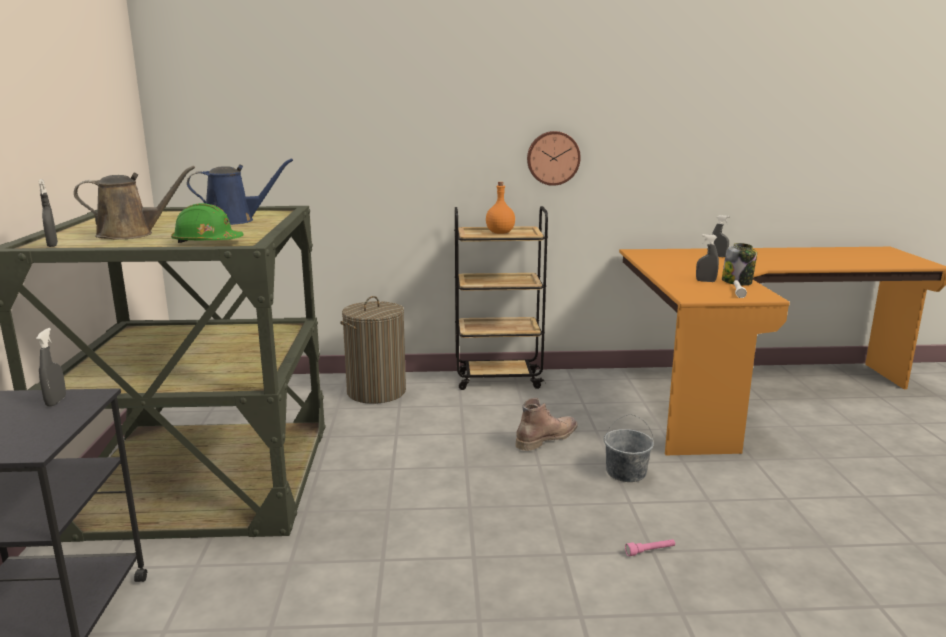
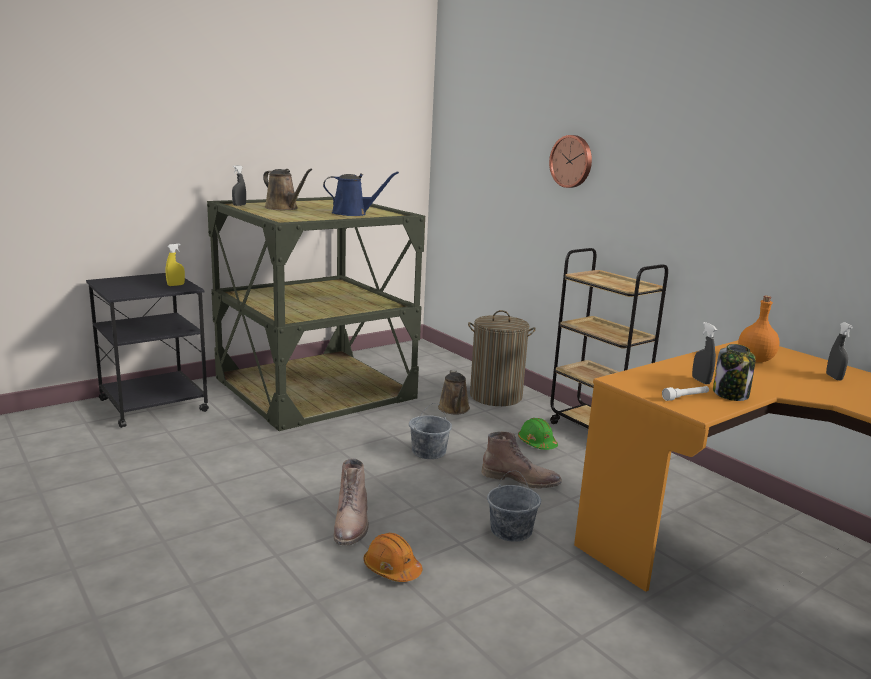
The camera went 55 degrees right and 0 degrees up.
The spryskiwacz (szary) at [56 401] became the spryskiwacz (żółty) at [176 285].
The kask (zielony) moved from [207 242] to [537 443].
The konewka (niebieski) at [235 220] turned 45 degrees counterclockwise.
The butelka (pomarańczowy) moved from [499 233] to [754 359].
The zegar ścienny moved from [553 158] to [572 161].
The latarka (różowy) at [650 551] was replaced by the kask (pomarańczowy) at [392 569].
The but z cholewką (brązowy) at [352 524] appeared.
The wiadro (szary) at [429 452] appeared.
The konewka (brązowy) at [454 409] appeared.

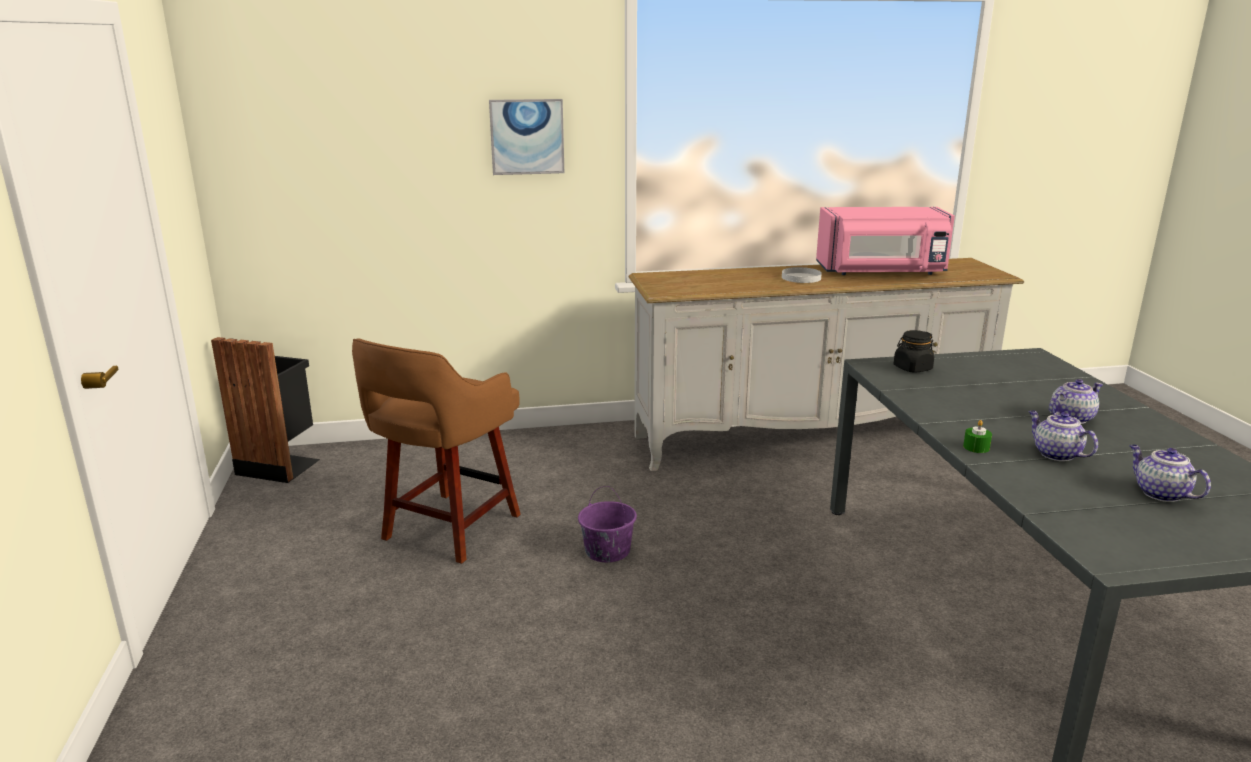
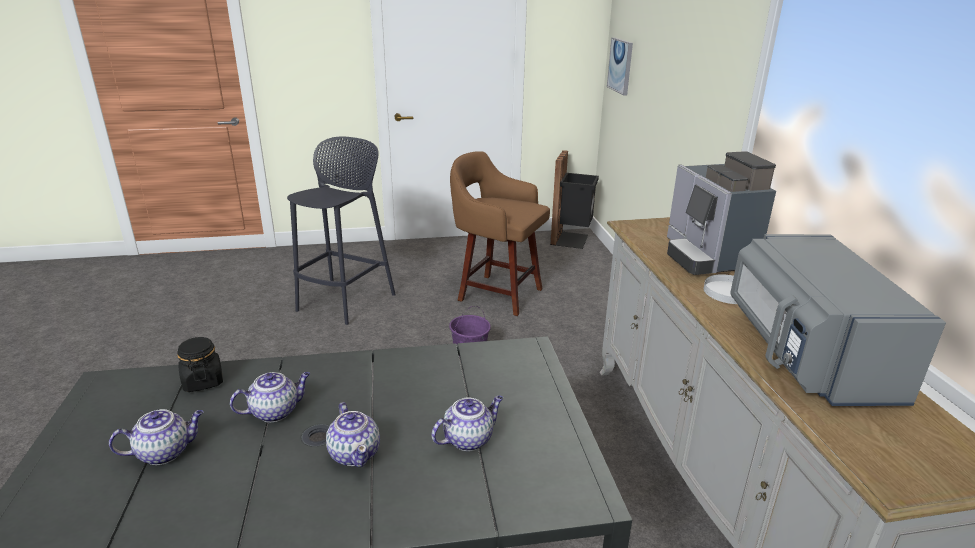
The camera went 90 degrees right and 5 degrees up.
The obraz moved from [527 136] to [620 65].
The mikrofalówka (różowy) at [882 272] became the mikrofalówka (szary) at [804 353].
The słoik (czarny) moved from [912 368] to [203 381].
The świeca (zielony) at [976 447] disappeared.
The stołek (szary) at [344 300] appeared.
The imbryk at [469 439] appeared.
The ekspres do kawy at [706 257] appeared.

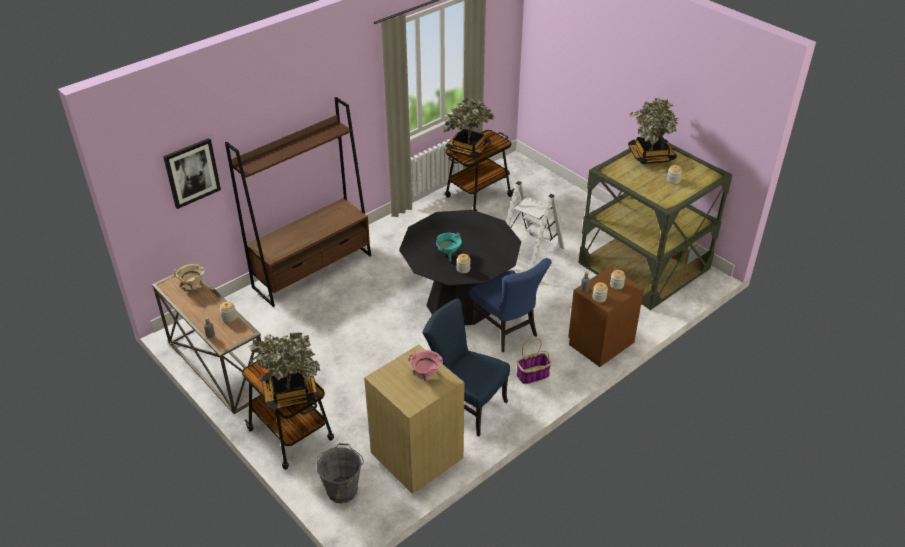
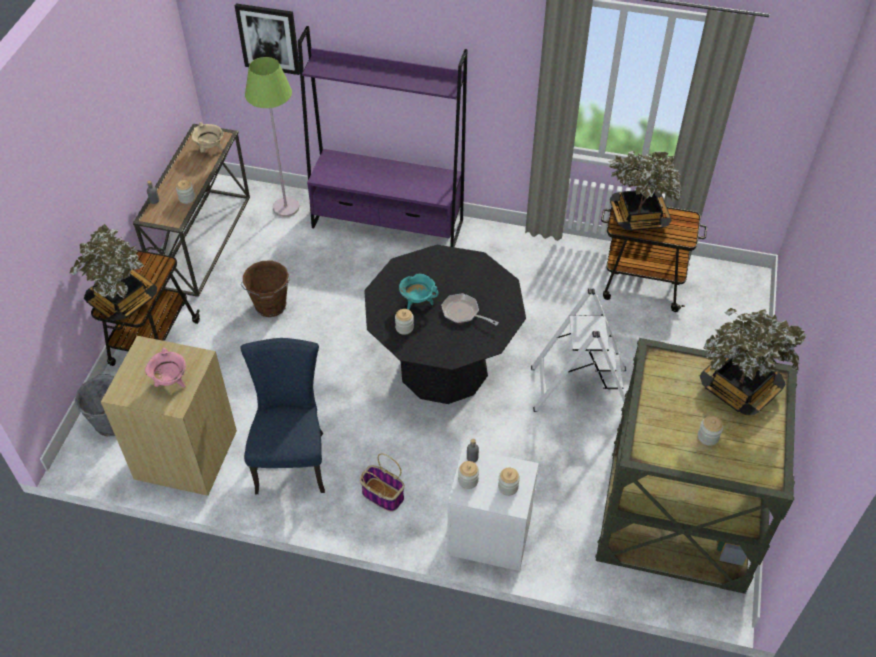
The camera went 55 degrees right and 10 degrees up.
The regał (brązowy) at [313 271] became the regał (fioletowy) at [388 224].
The krzesło (niebieski) at [507 331] disappeared.
The szafka nocna (brązowy) at [600 343] became the szafka nocna (biały) at [489 535].
The wiadro (brązowy) at [270 306] appeared.
The lampa stojąca (zielony) at [286 207] appeared.
The patelnia at [463 313] appeared.

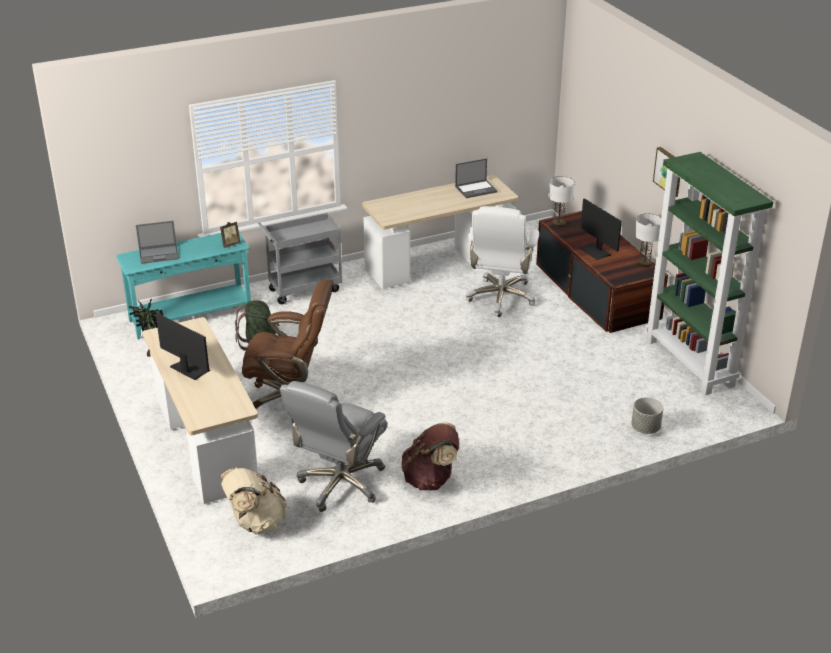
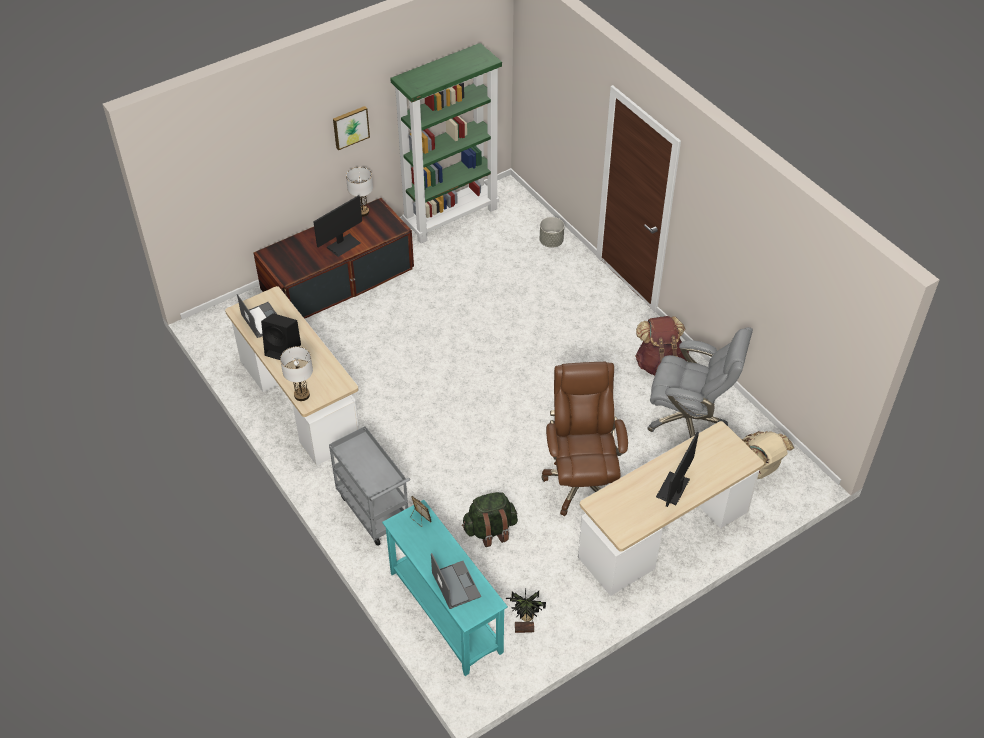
The camera went 100 degrees left and 15 degrees up.
The krzesło biurowe (biały) at [500 299] disappeared.
The lampa stołowa moved from [558 224] to [301 395].
The głośnik (czarny) at [284 350] appeared.

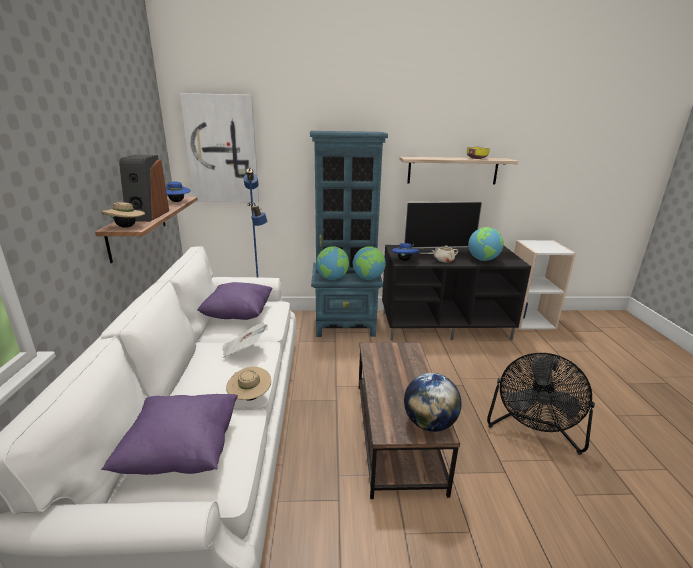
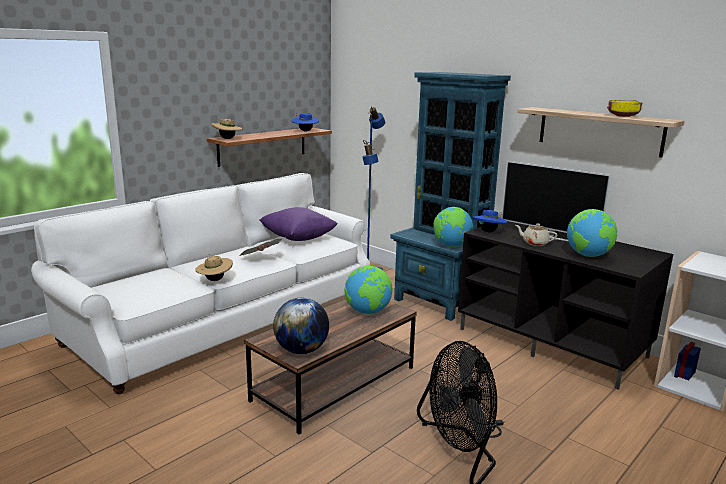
The camera went 45 degrees right and 5 degrees down.
The poduszka (fioletowy) at [182 452] disappeared.
The głośnik at [147 215] disappeared.
The obraz at [222 150] disappeared.
The globus moved from [332 278] to [368 312].

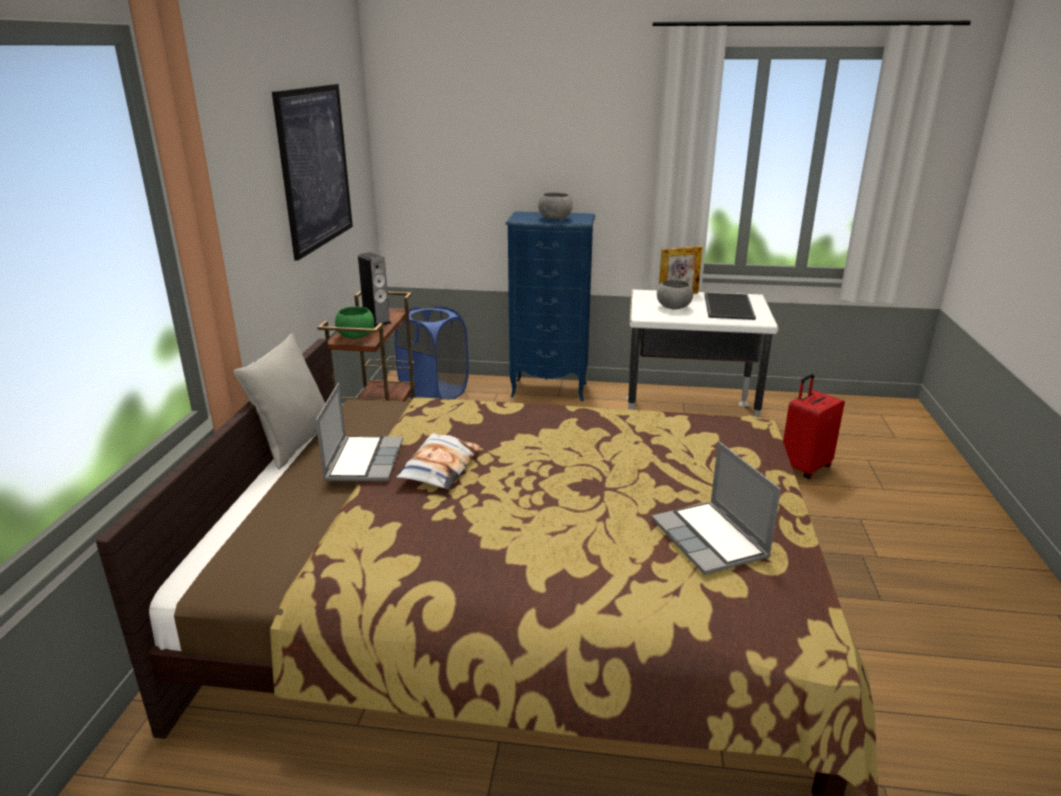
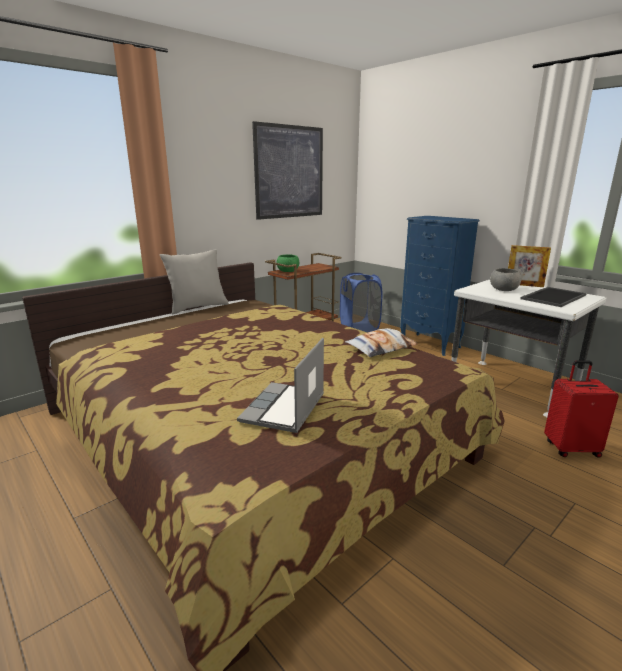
The camera went 40 degrees right and 5 degrees down.
The laptop at [363 460] disappeared.
The głośnik at [377 322] disappeared.
The poduszka moved from [439 467] to [381 348].
The miska (szary) at [555 218] disappeared.

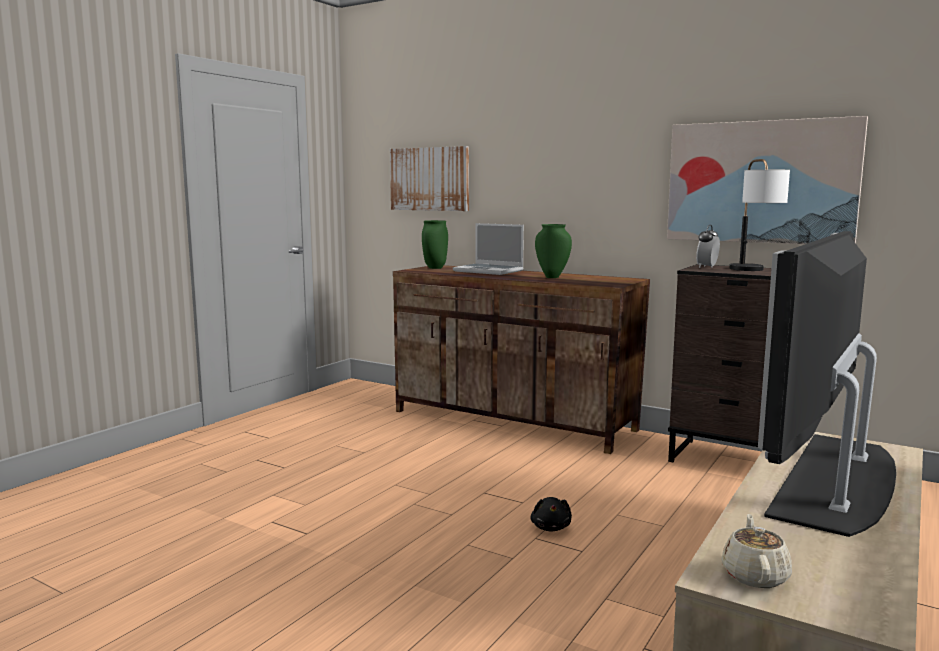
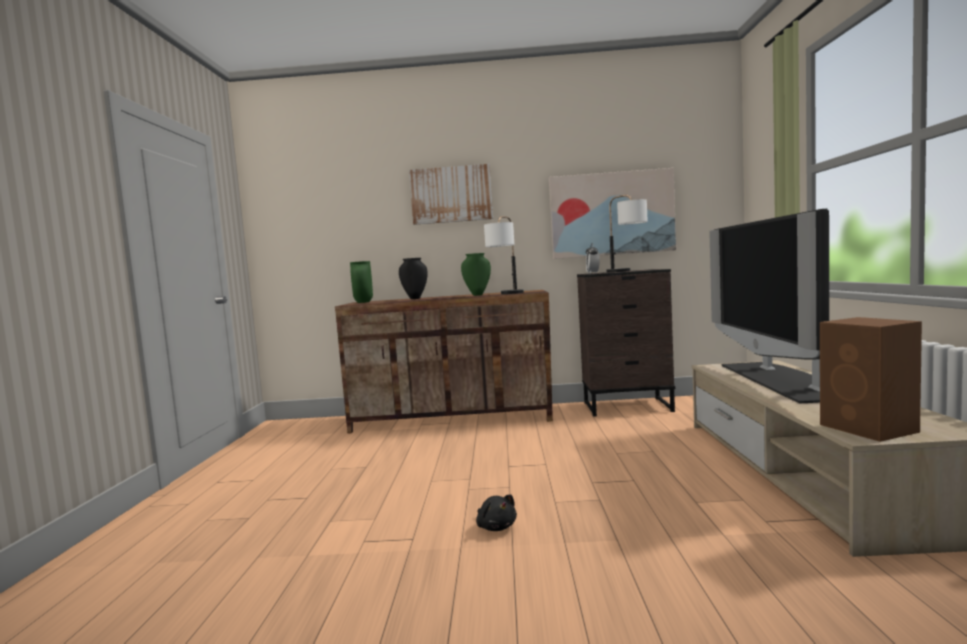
The camera went 30 degrees left and 5 degrees down.
The obraz moved from [430 179] to [451 194].
The laptop at [489 271] was replaced by the wazon (czarny) at [415 298].
The pluszak (czarny) moved from [551 527] to [496 527].
The imbryk (beżowy) at [755 575] was replaced by the głośnik (brązowy) at [870 429].
The lampa stołowa at [506 294] appeared.

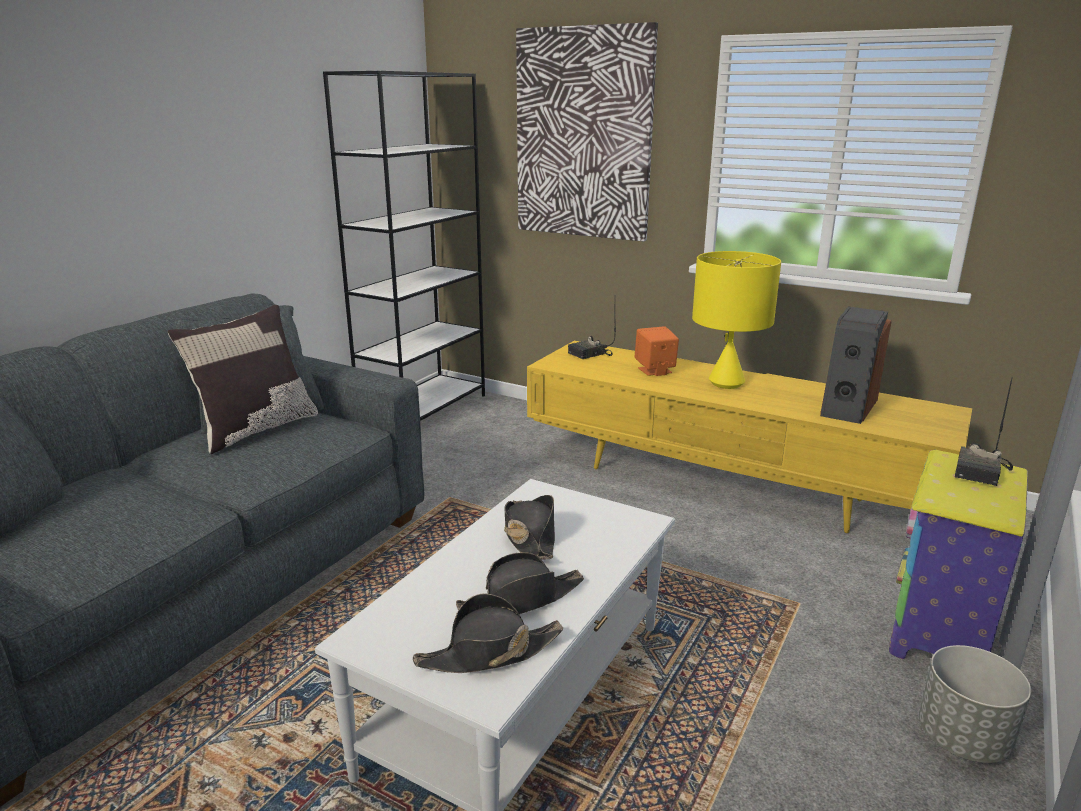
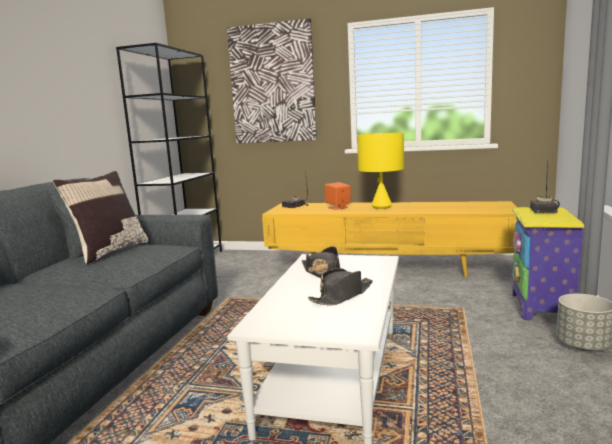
The camera went 15 degrees left and 10 degrees down.
The kapelusz (czarny) at [489 653] disappeared.
The głośnik at [847 407] disappeared.

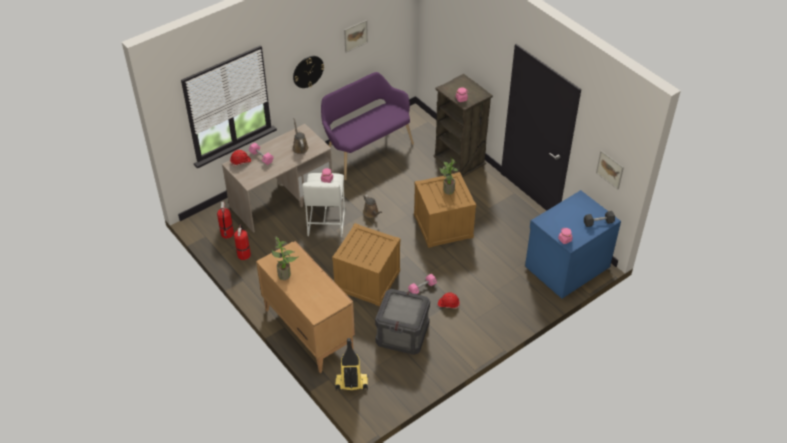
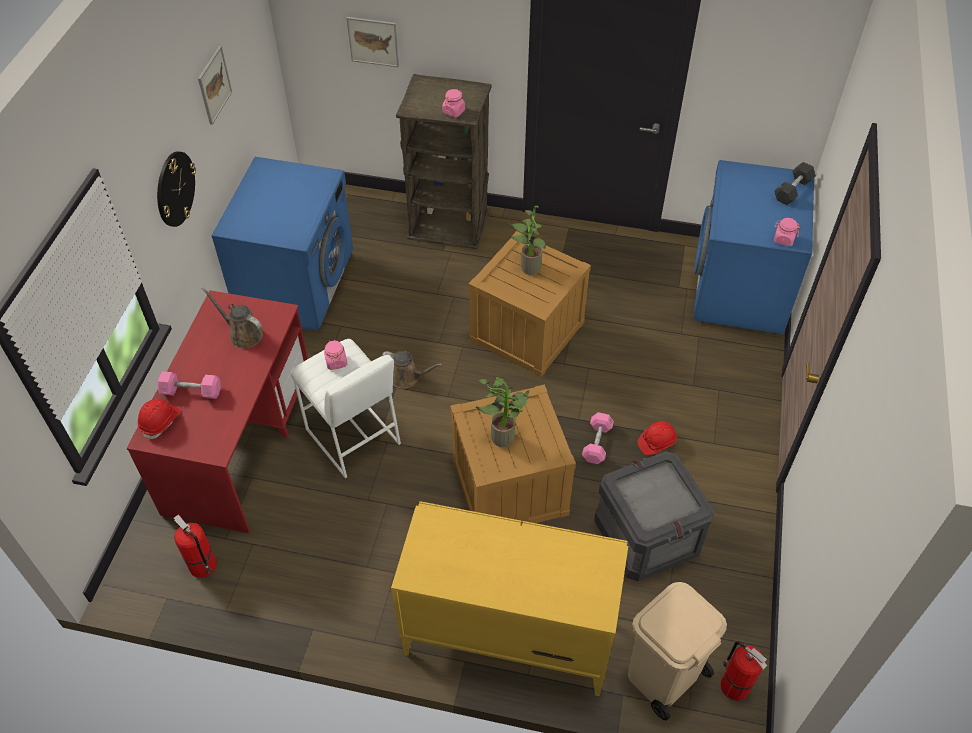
The camera went 40 degrees left and 5 degrees up.
The biurko (beżowy) at [282 198] became the biurko (czerwony) at [240 443].
The gaśnica moved from [244 254] to [734 685].
The szafka (brązowy) at [308 330] became the szafka (żółty) at [508 636].
The roślina doniczkowa moved from [286 275] to [504 435].
The ławka (fioletowy) at [366 149] was replaced by the pralka (niebieski) at [299 285].
The odkurzacz at [351 384] was replaced by the kosz na śmieci (beżowy) at [663 676].
The obraz moved from [610 169] to [373 41].

